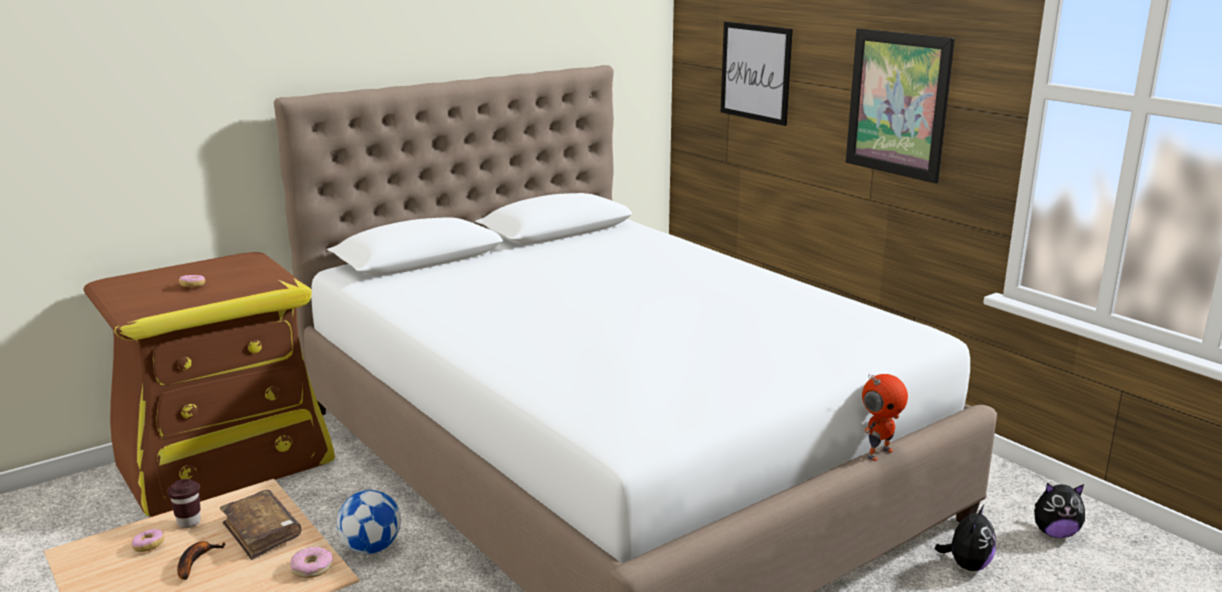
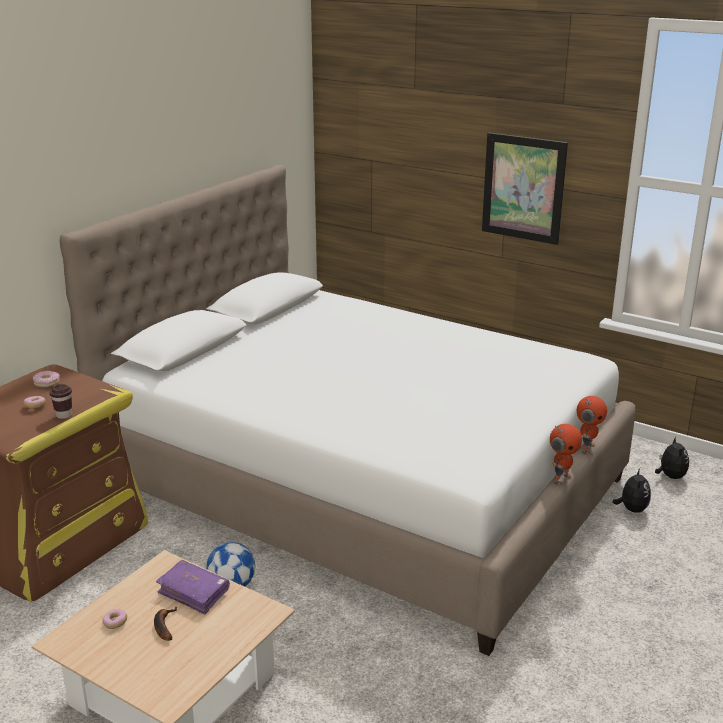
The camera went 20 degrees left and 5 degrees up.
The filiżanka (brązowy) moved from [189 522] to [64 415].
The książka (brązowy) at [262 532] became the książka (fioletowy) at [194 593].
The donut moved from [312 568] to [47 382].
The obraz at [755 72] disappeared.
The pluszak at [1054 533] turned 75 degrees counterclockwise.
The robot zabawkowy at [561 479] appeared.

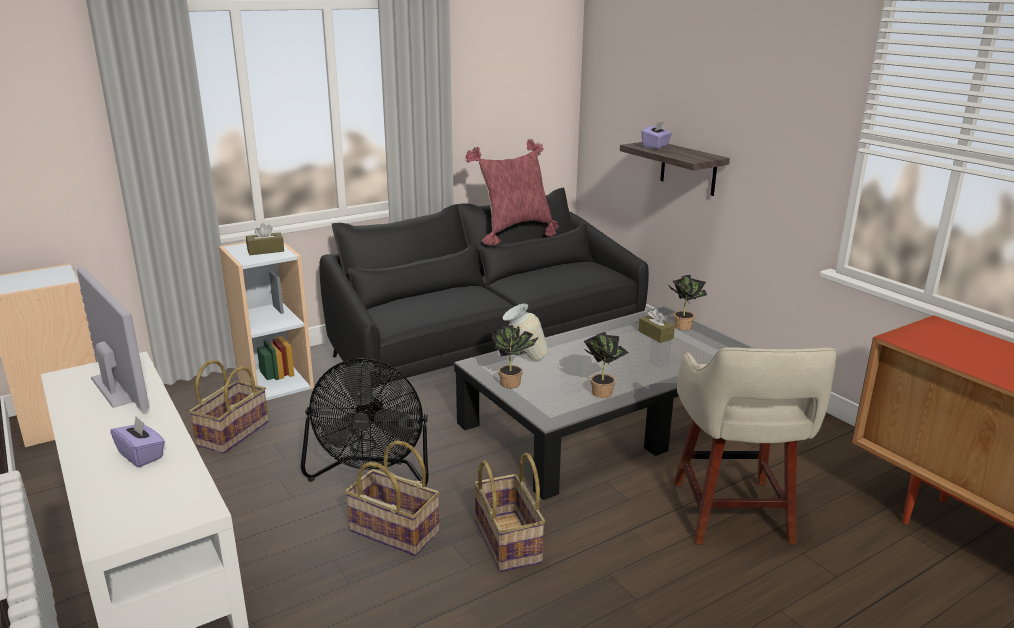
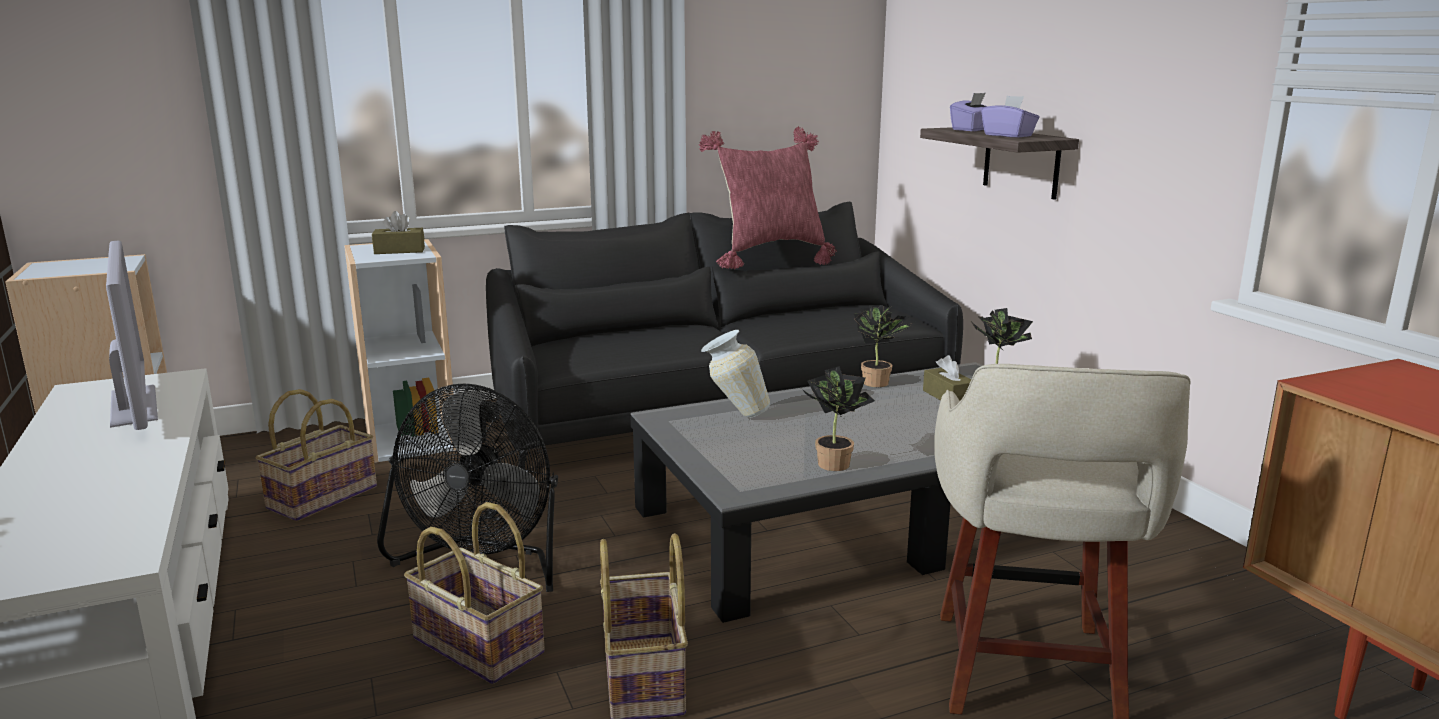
The camera went 10 degrees right and 5 degrees down.
The pudełko chusteczek (fioletowy) moved from [141 455] to [1008 136].
The roślina doniczkowa moved from [513 383] to [880 383].

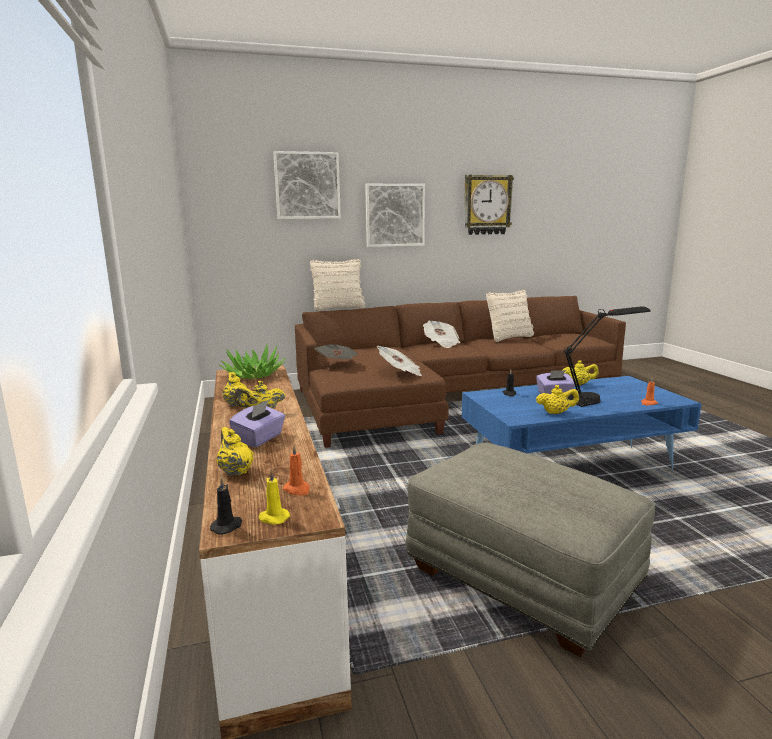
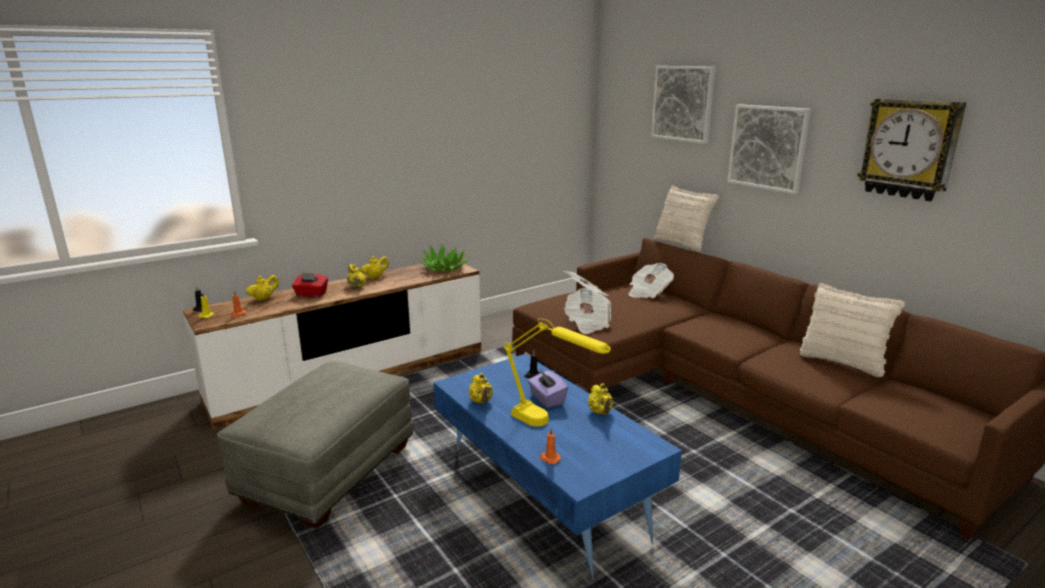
The camera went 70 degrees right and 5 degrees up.
The pudełko chusteczek (fioletowy) at [260 439] became the pudełko chusteczek (czerwony) at [311 294].
The gazeta moved from [441 343] to [648 292].
The lampa stołowa (czarny) at [600 398] became the lampa stołowa (żółty) at [550 427].

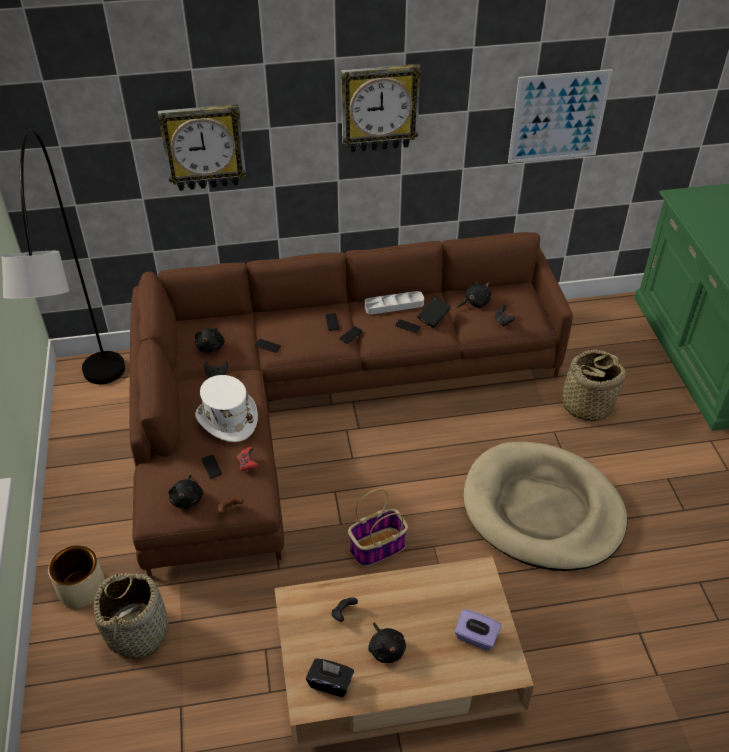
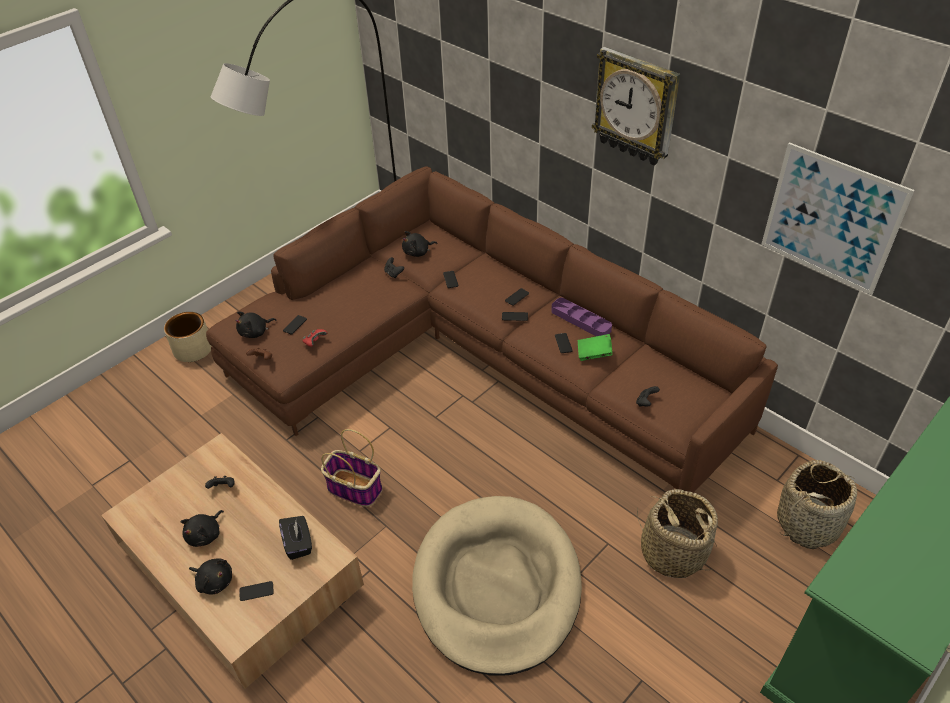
The camera went 55 degrees right and 0 degrees up.
The koszyk moved from [138 631] to [808 523].
The zegar ścienny at [203 147] disappeared.
The kapelusz (biały) at [227 419] disappeared.
The pudełko chusteczek (czarny) moved from [330 683] to [298 544].
The taca (szary) at [394 305] became the taca (fioletowy) at [581 320].
The książka (czarny) at [433 318] became the książka (zielony) at [594 353].
The pudełko chusteczek (fioletowy) at [476 637] was replaced by the telefon at [256 591].
The pluszak (czarny) moved from [475 302] to [214 581].

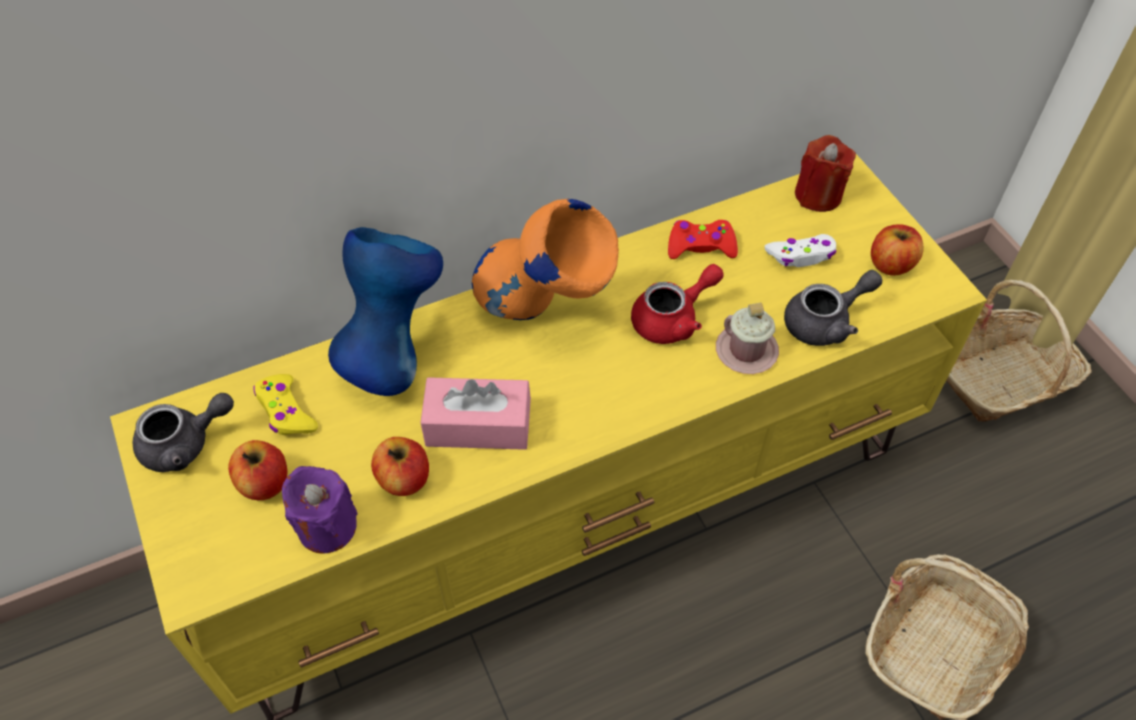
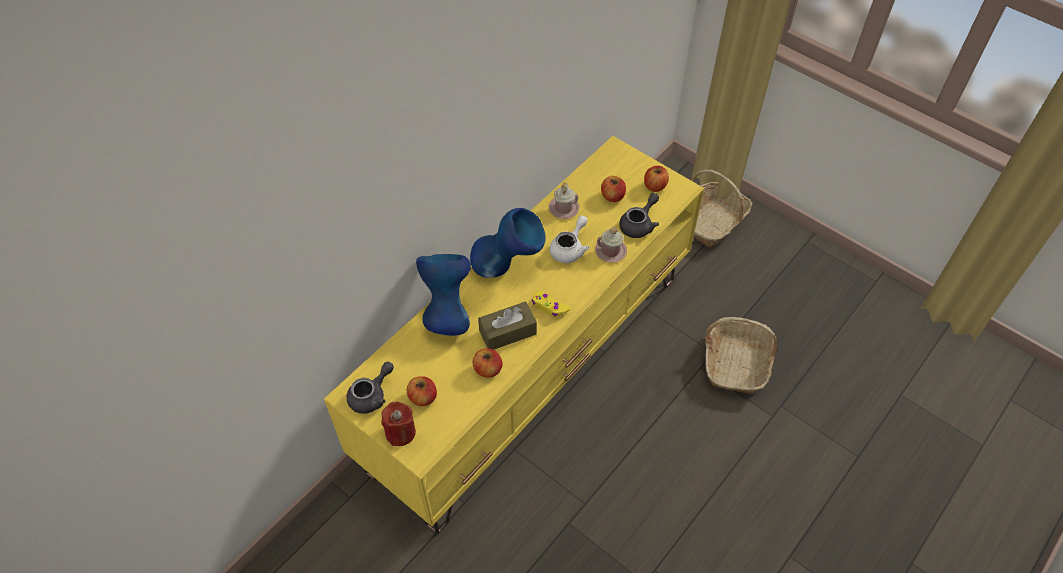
The camera went 25 degrees left and 0 degrees up.
The pad do gier (żółty) moved from [286 411] to [549 307].
The świeca (fioletowy) at [327 526] disappeared.
The pudełko chusteczek (różowy) at [478 425] became the pudełko chusteczek (brązowy) at [507 332].
The wazon (pomarańczowy) at [545 314] became the wazon (niebieski) at [508 268].
The imbryk (czerwony) at [673 319] became the imbryk (biały) at [570 249].
The pad do gier (czerwony) at [700 246] was replaced by the kubek (różowy) at [563 208].
The pad do gier (biały) at [801 255] was replaced by the jabłko at [612 196].
The świeca (czerwony) moved from [818 195] to [400 432].

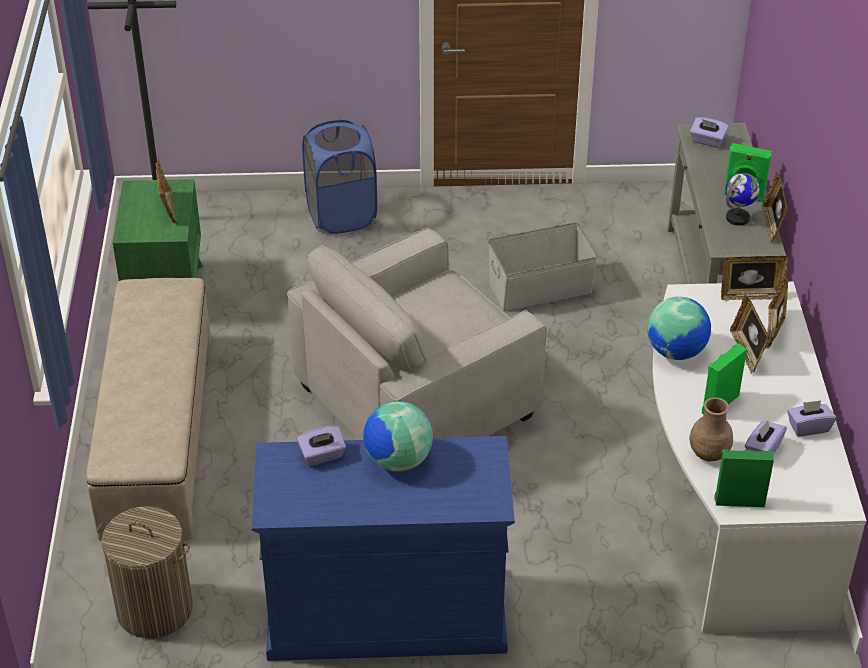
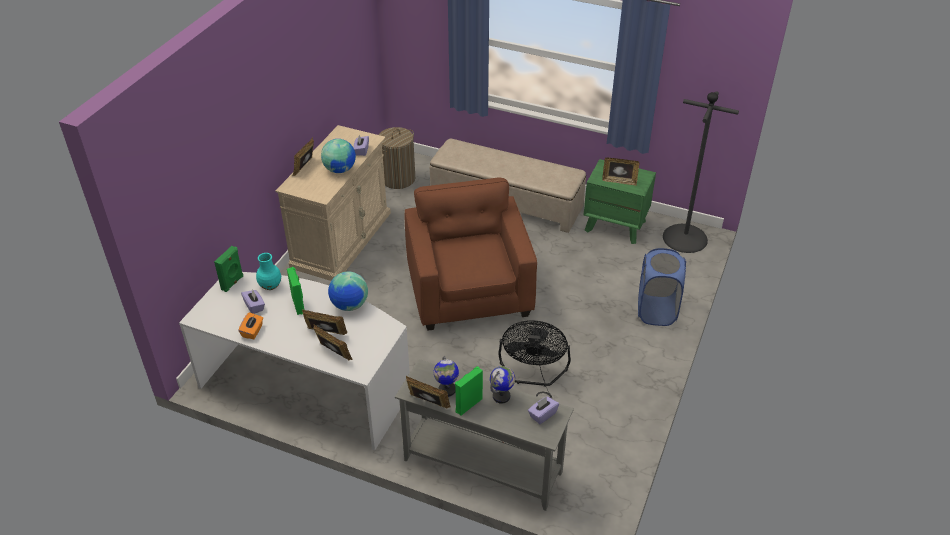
The camera went 115 degrees right and 0 degrees up.
The komoda (niebieski) at [386 614] became the komoda (beżowy) at [341 239].
The fotel (szary) at [416 402] became the fotel (brązowy) at [469 291].
The pojemnik do przechowywania (szary) at [541 289] was replaced by the wentylator (czarny) at [534 377].
The wazon (brązowy) at [709 454] became the wazon (turkusowy) at [270 286].
The ramka na zdjęcie moved from [750 295] to [305 167].
The pudełko chusteczek (fioletowy) at [808 427] became the pudełko chusteczek (pomarańczowy) at [252 331].
The globus at [501 396] appeared.

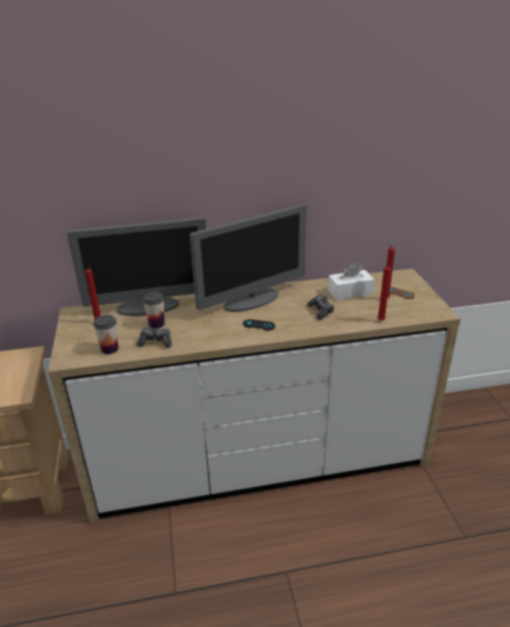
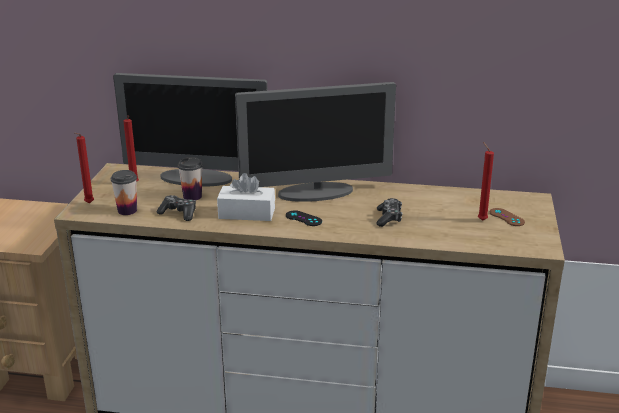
The camera went 20 degrees right and 5 degrees down.
The pudełko chusteczek (biały) moved from [350 292] to [246 213].
The świeca (czerwony) moved from [381 321] to [88 204].

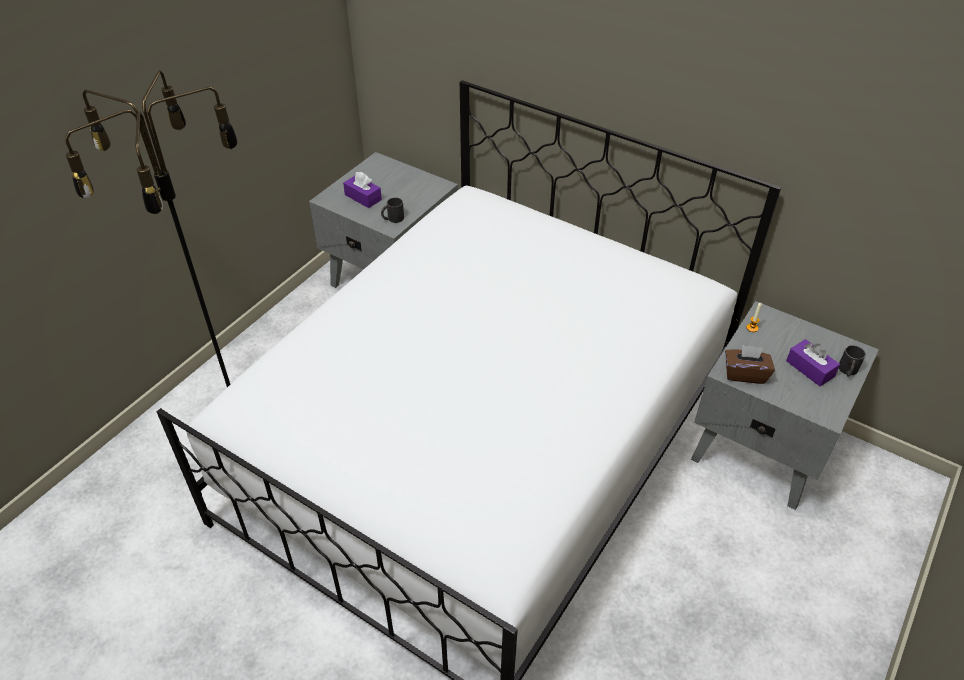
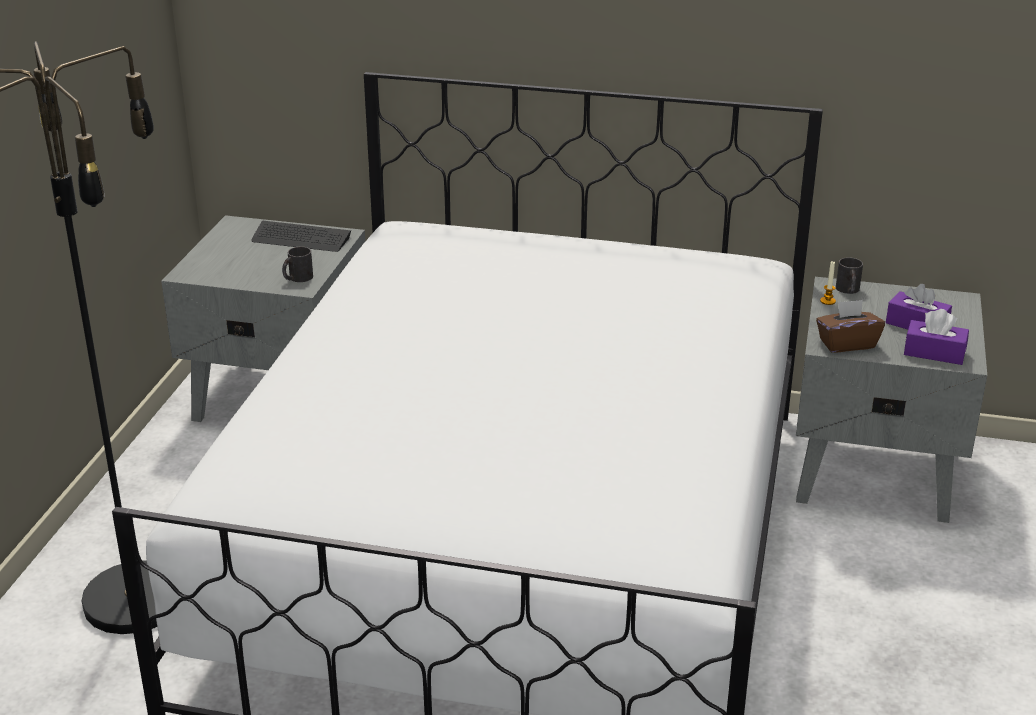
The camera went 20 degrees left and 15 degrees down.
The pudełko chusteczek (fioletowy) moved from [363 197] to [934 353].
The kubek (czarny) moved from [847 371] to [848 290].
The klawiatura at [301 239] appeared.

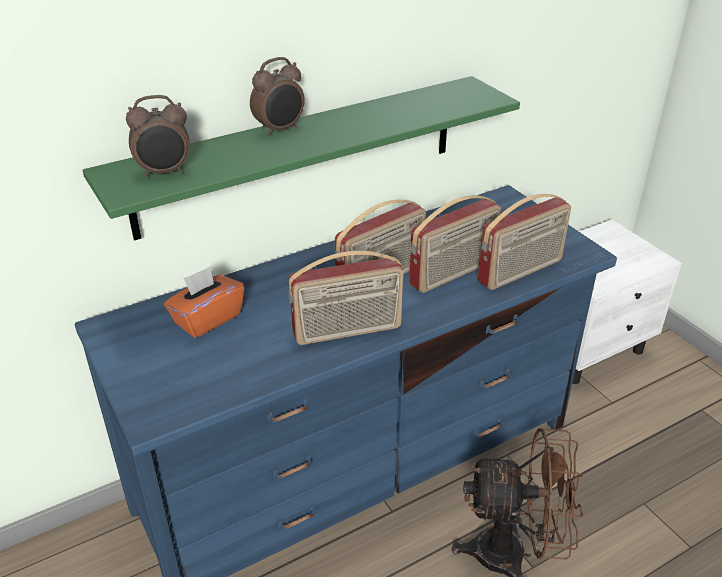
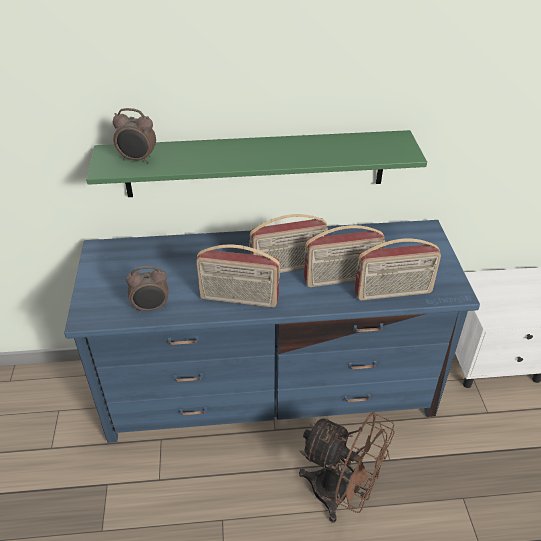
The camera went 25 degrees right and 5 degrees up.
The pudełko chusteczek (pomarańczowy) at [207 319] disappeared.
The budzik moved from [280 130] to [151 308].

